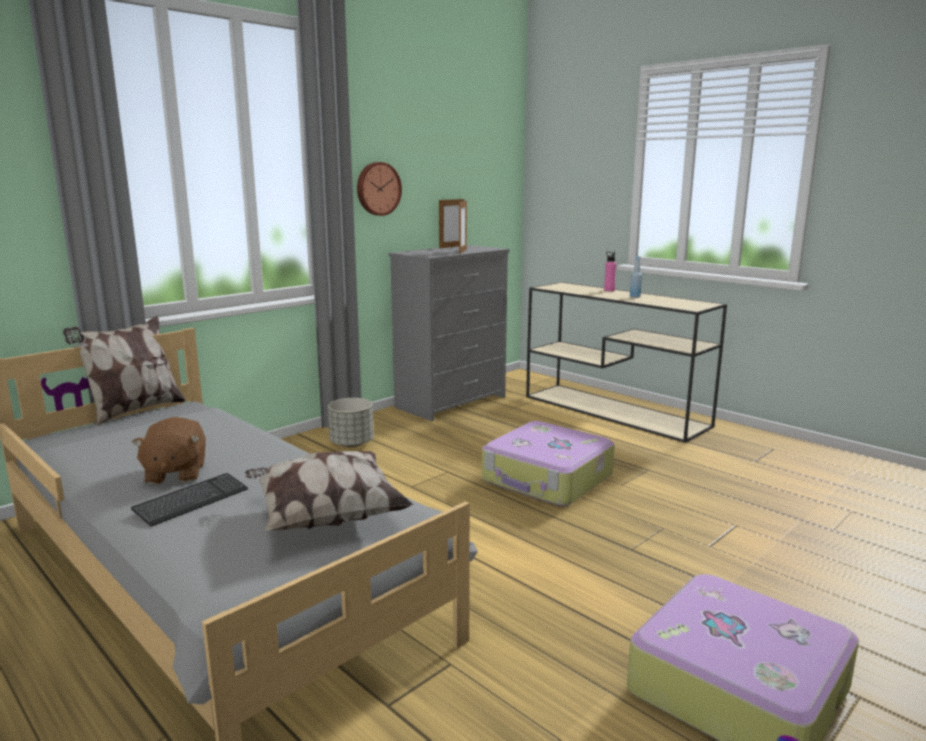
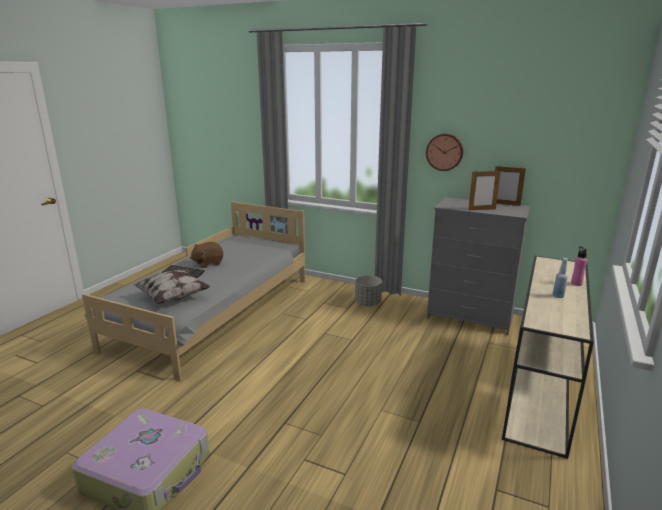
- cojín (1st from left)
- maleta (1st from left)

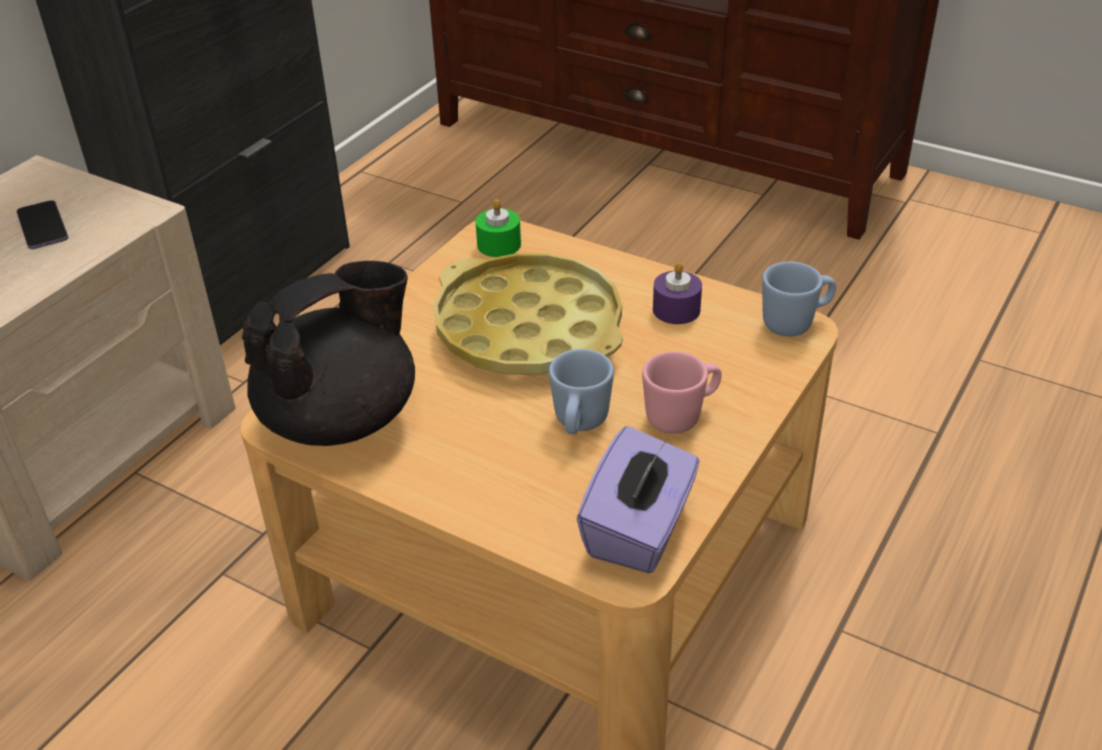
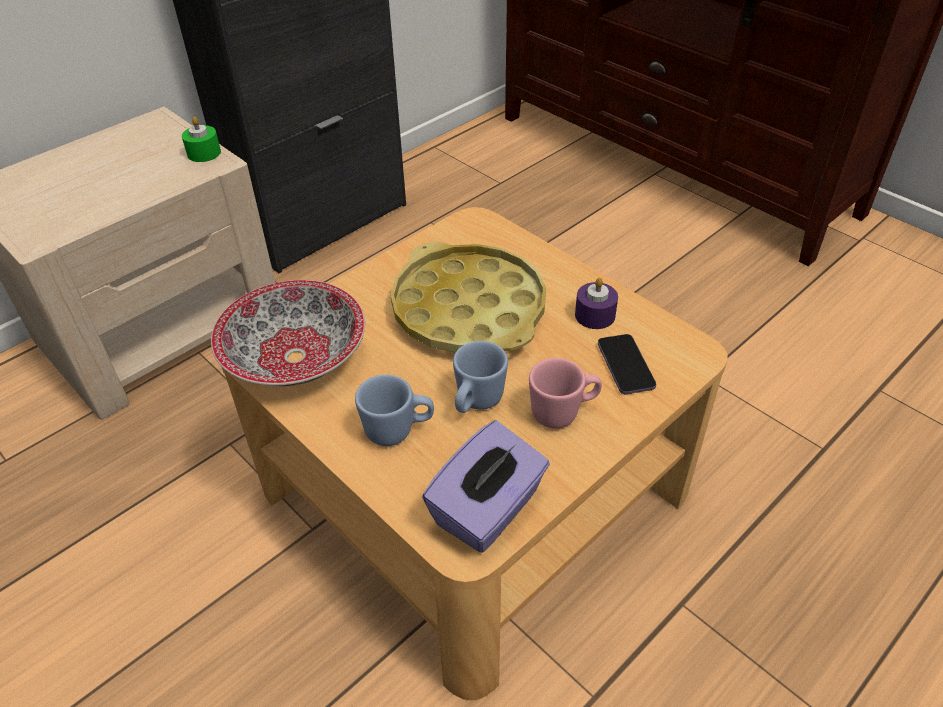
~ móvil
~ vela [verde]
~ taza grande [azul] (2nd from left in the first image) to taza grande [azul] (1st from left)
~ tetera [negro] to cuenco

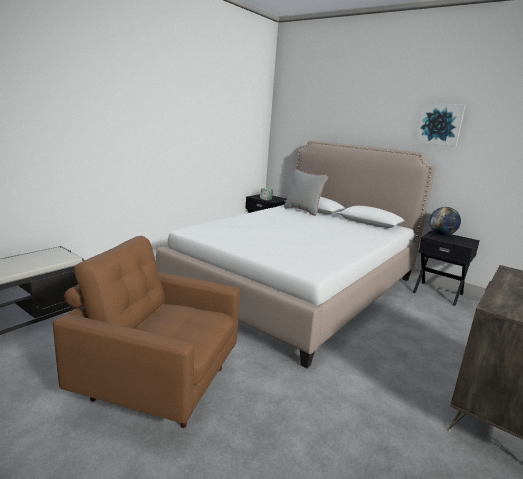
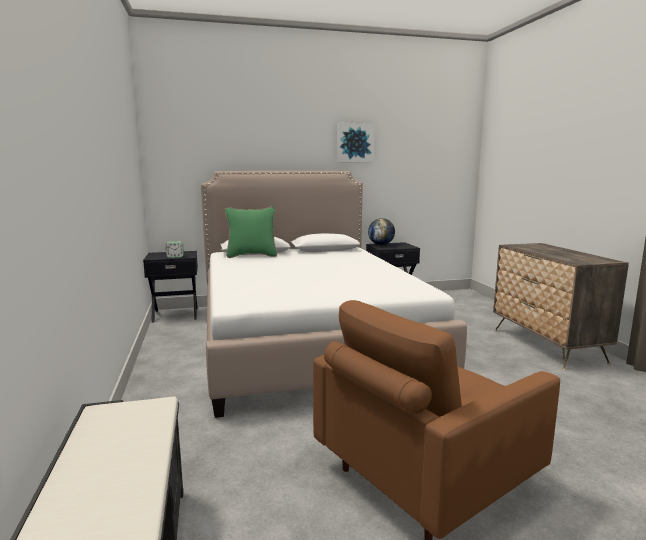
~ cojín [gris] to cojín [verde]

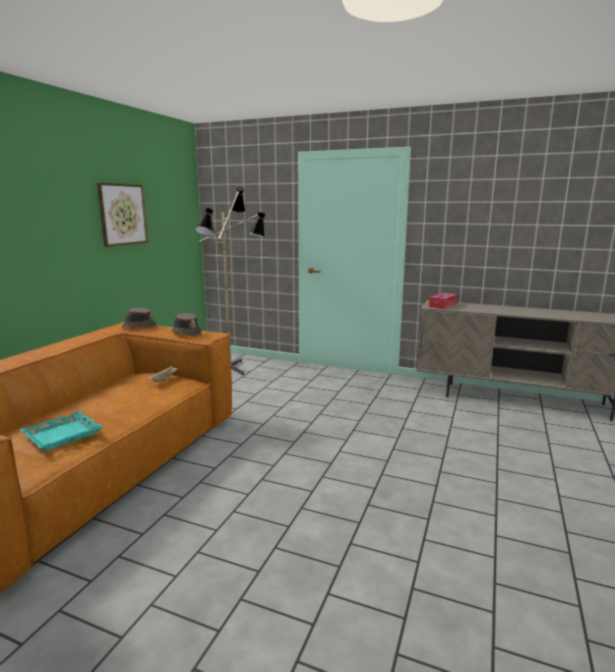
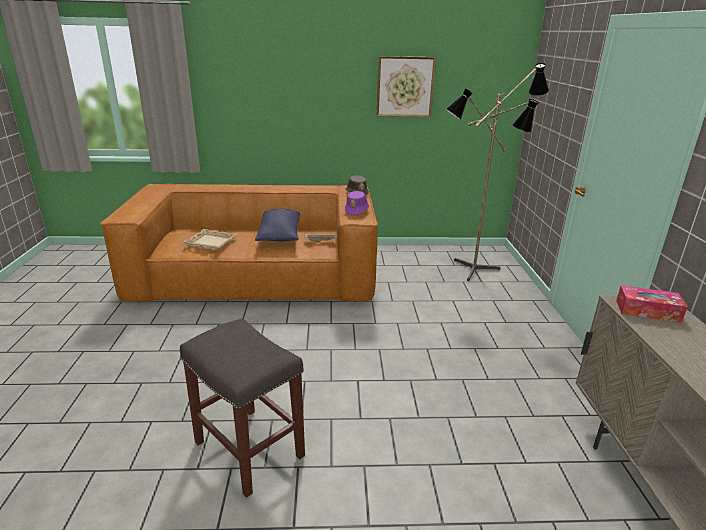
+ taburete [gris]
+ cojín [azul]
~ bandeja [turquesa] to bandeja [beis] (1st from left)
~ sombrero [marrón] (2nd from left) to sombrero [morado]

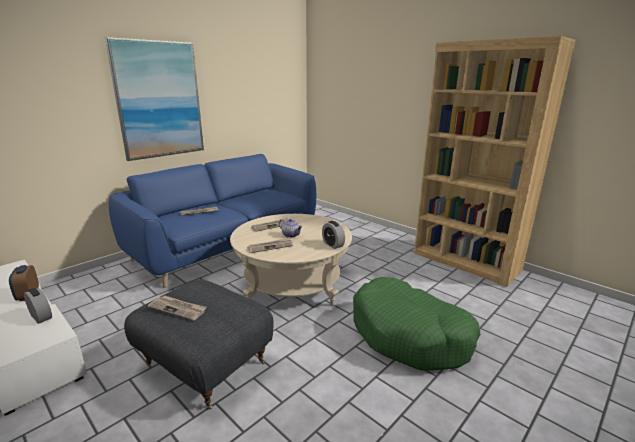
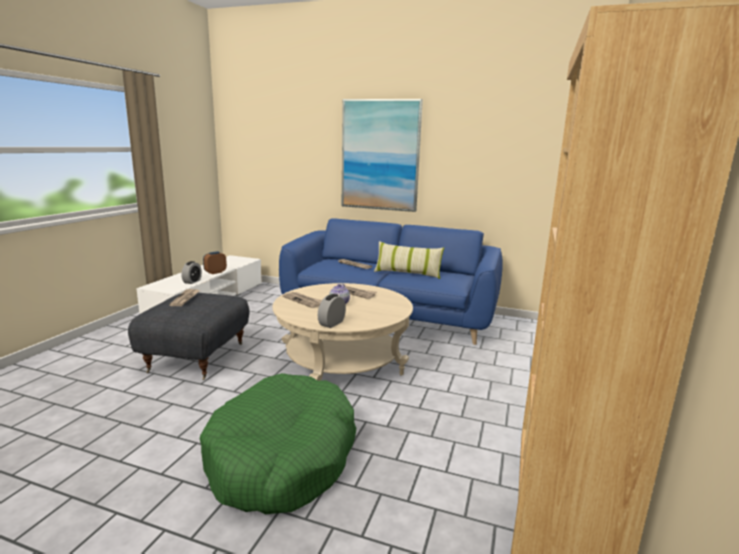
+ cojín

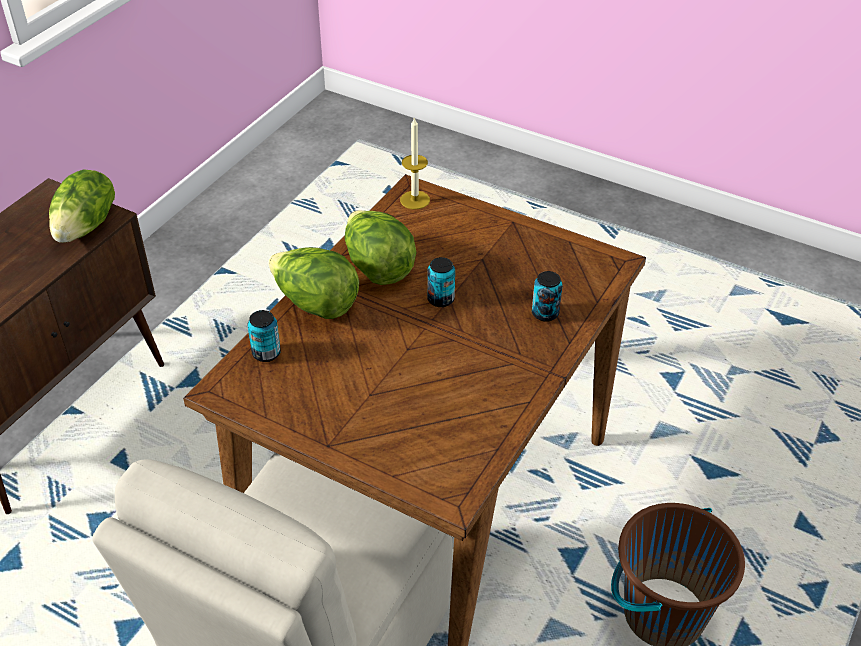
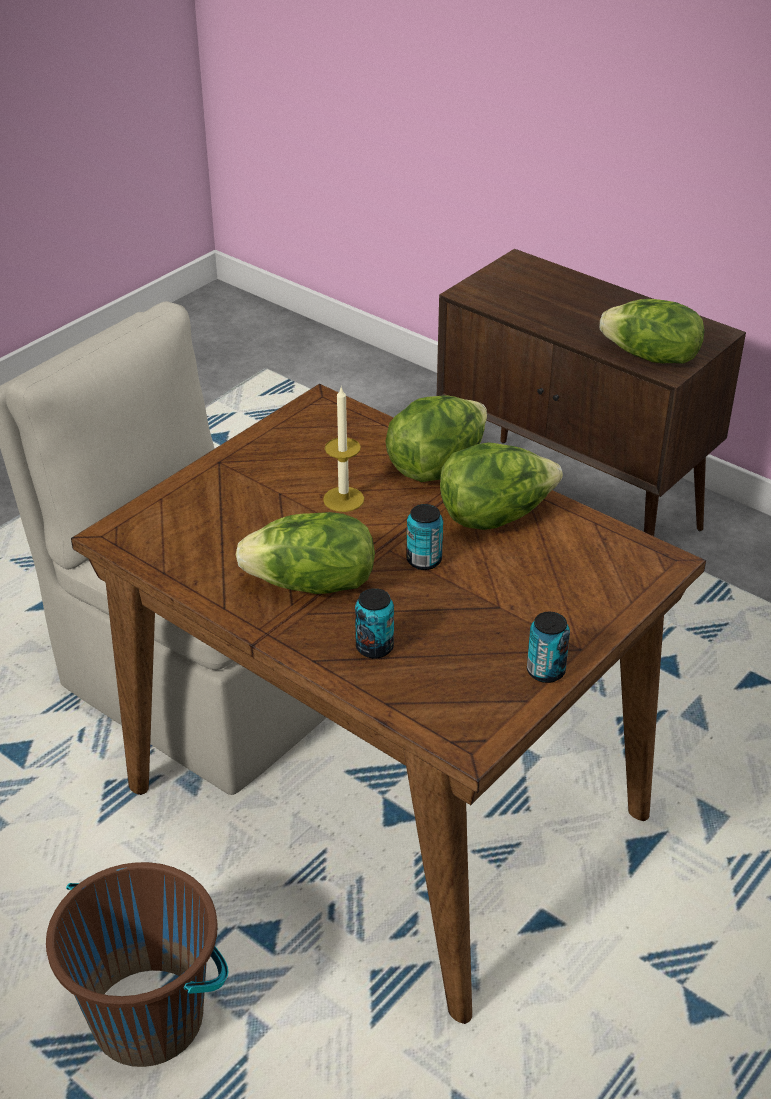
+ lechuga (1st from left)
~ lata (1st from left in the first image) to lata (3rd from left)
~ vela

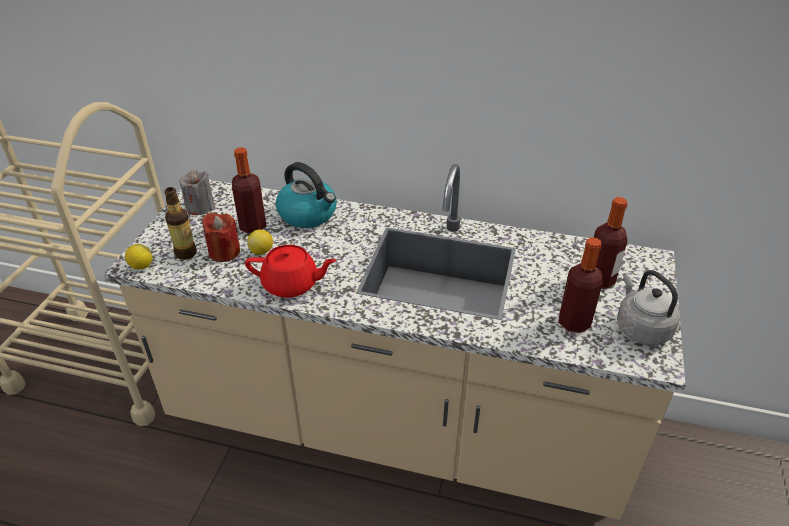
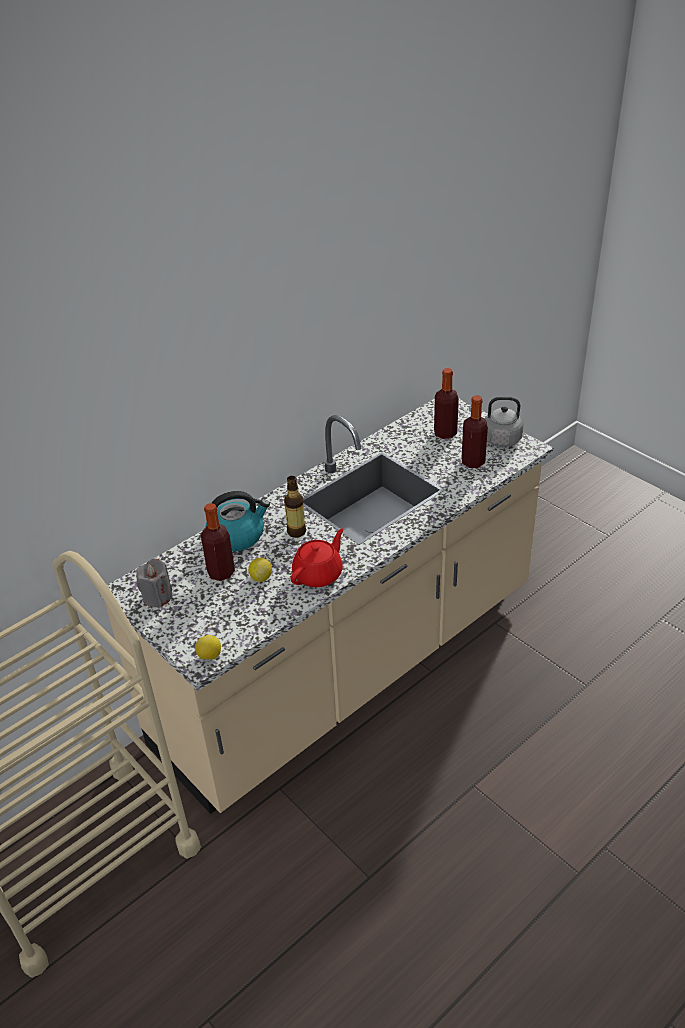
- vela [rojo]
~ botella (1st from left in the first image) to botella (2nd from left)

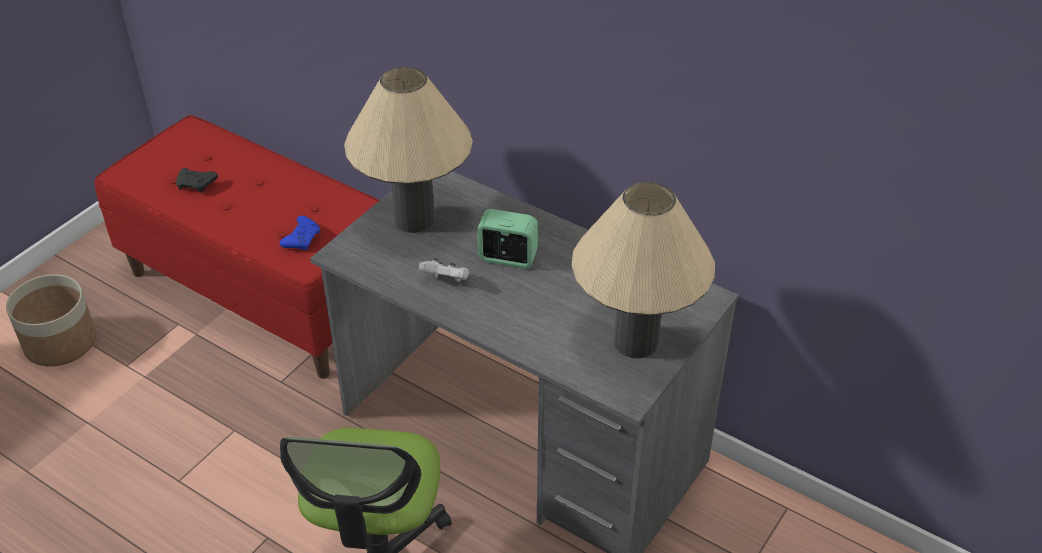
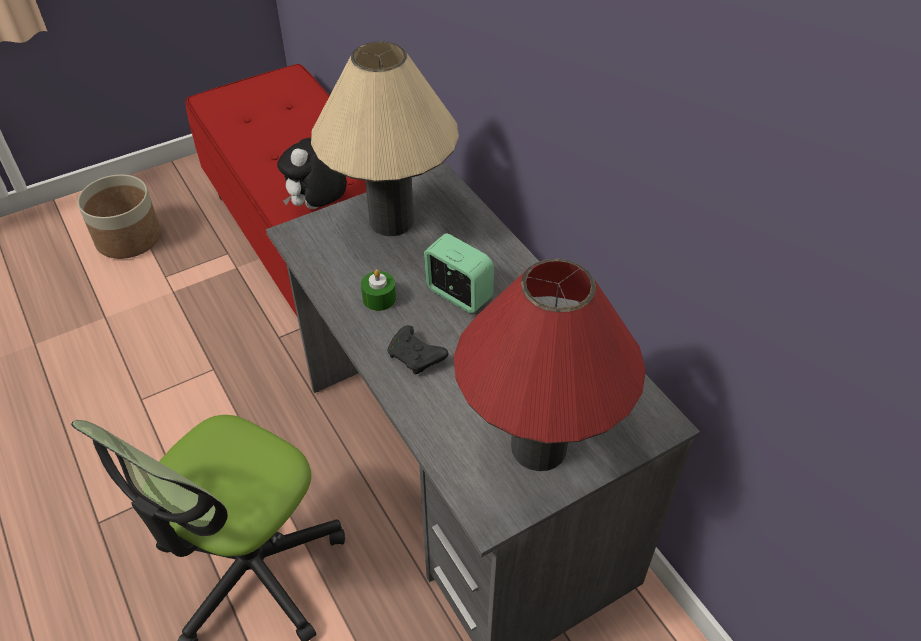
~ mando de consola [negro]
~ mando de consola [azul] to peluche
~ mando de consola [blanco] to vela [verde]
~ lámpara de mesa [beis] (2nd from left) to lámpara de mesa [rojo]

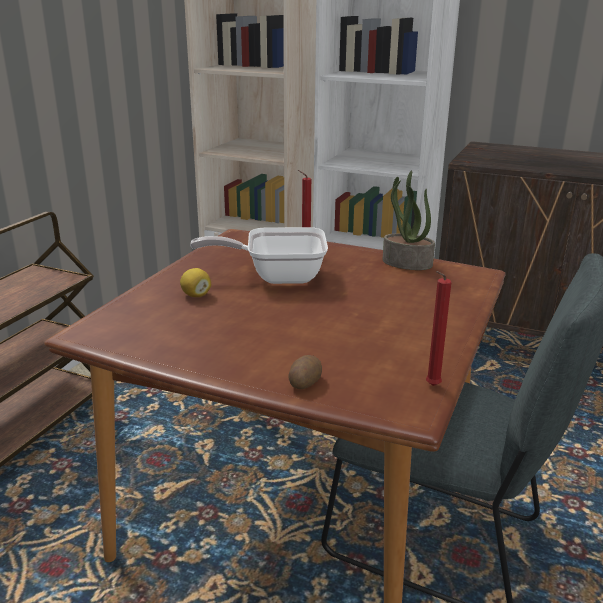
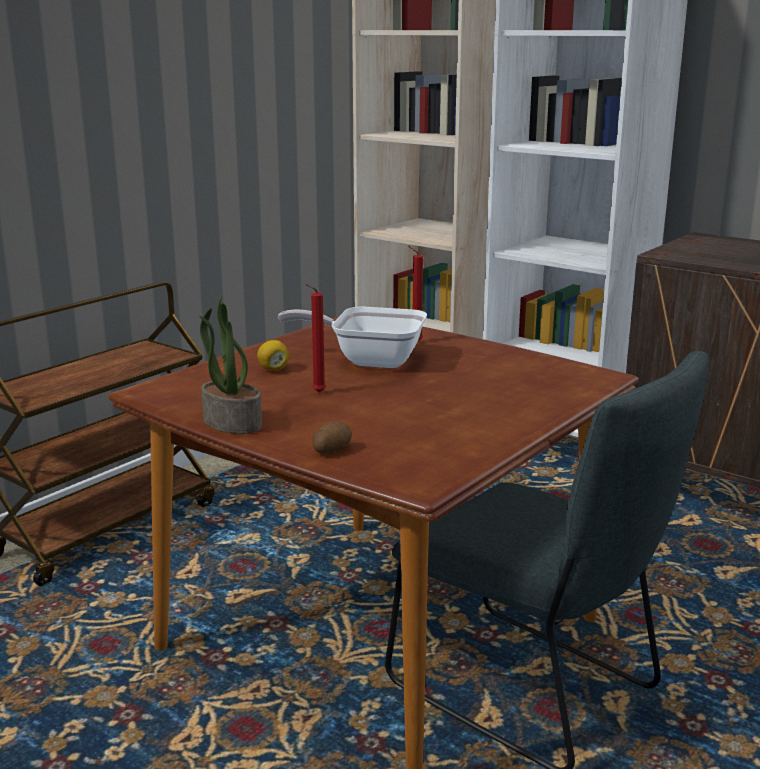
~ planta en maceta
~ vela [rojo] (2nd from left in the first image) to vela [rojo] (1st from left)

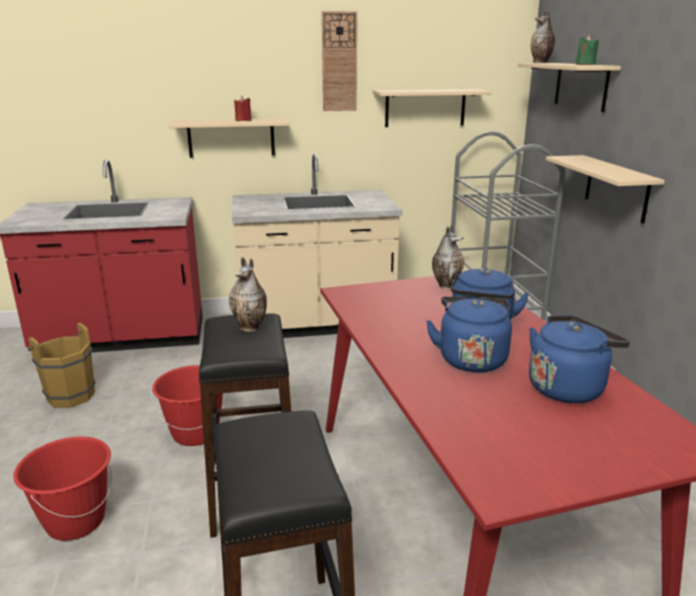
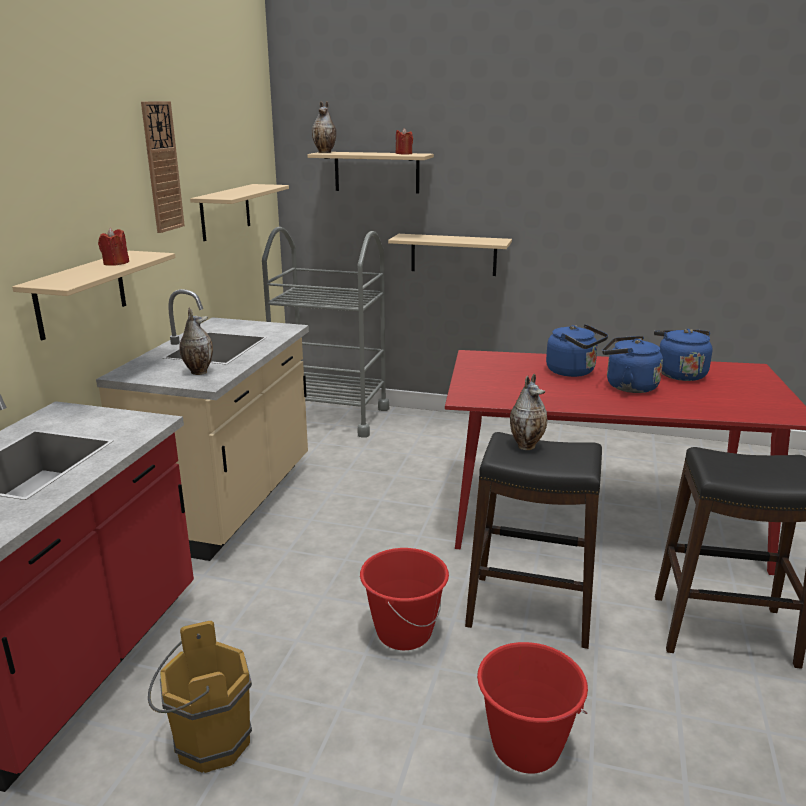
~ florero (2nd from left in the first image) to florero (1st from left)
~ vela [verde] to vela [rojo] (2nd from left)

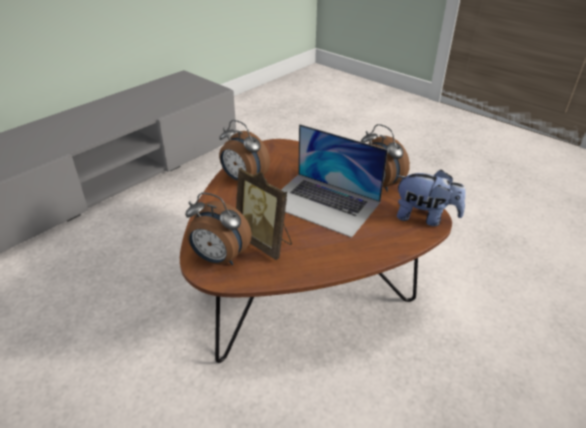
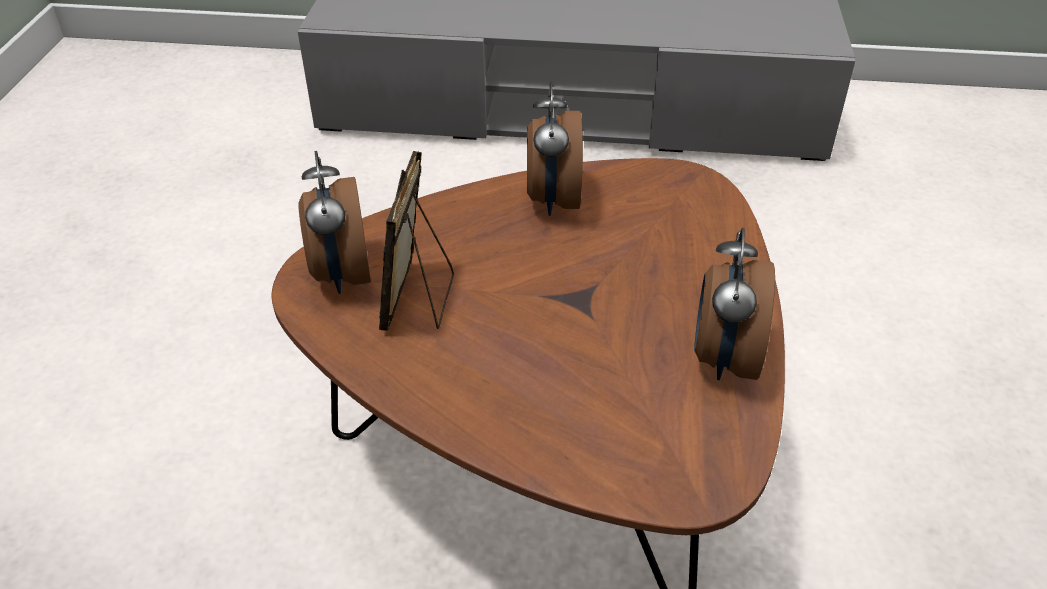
- portátil
- peluche

